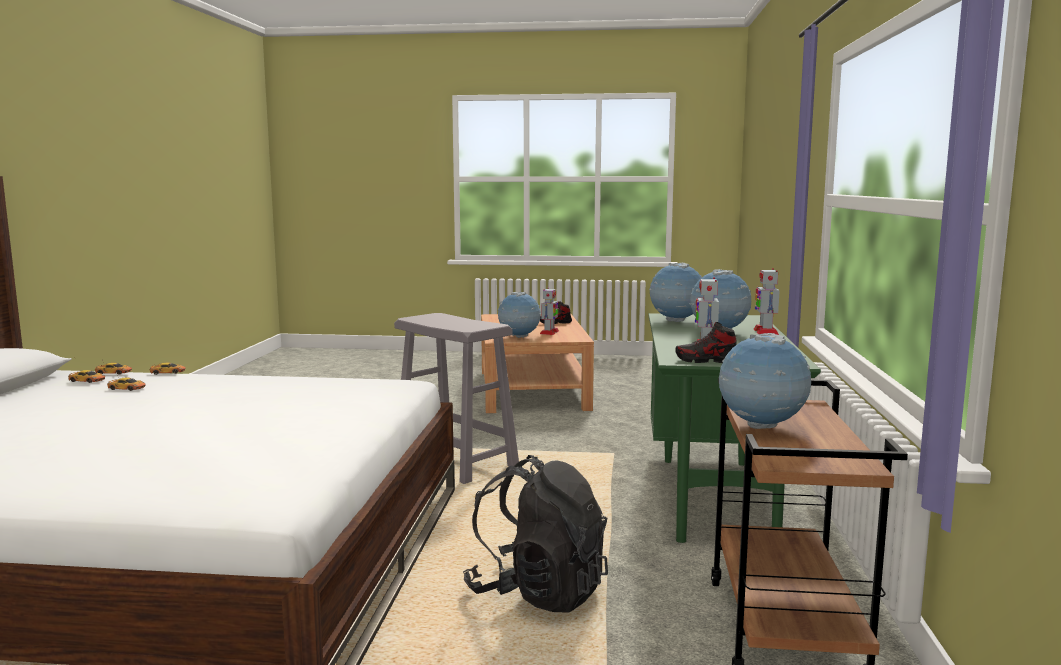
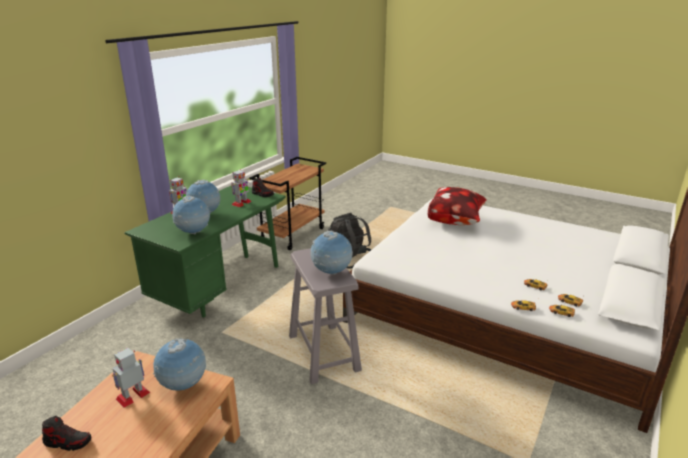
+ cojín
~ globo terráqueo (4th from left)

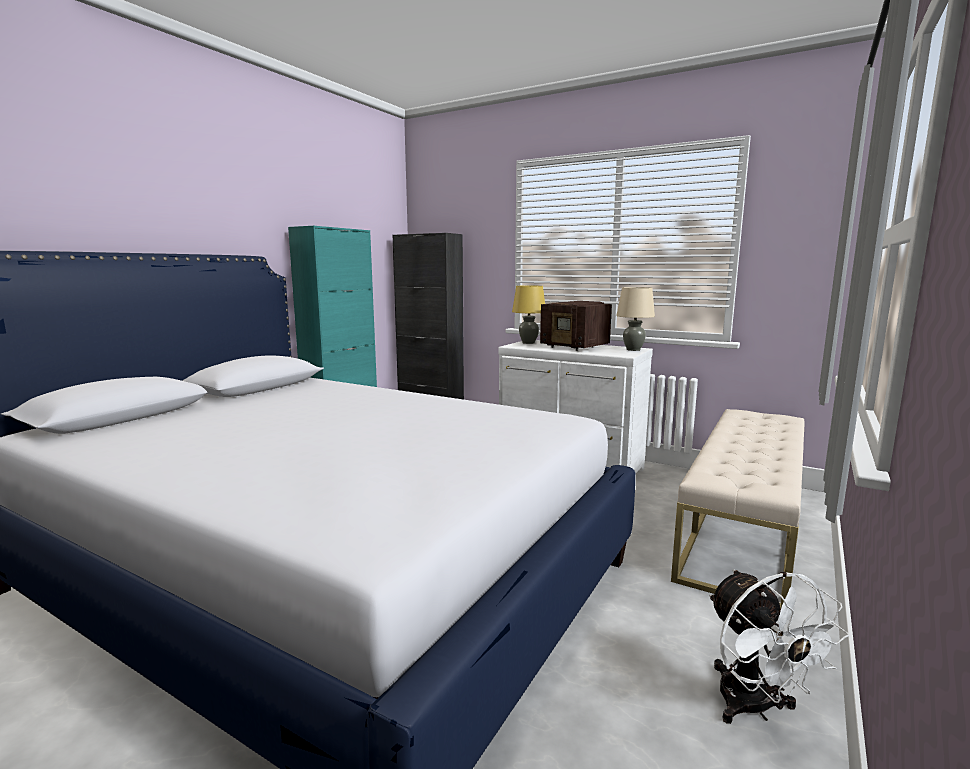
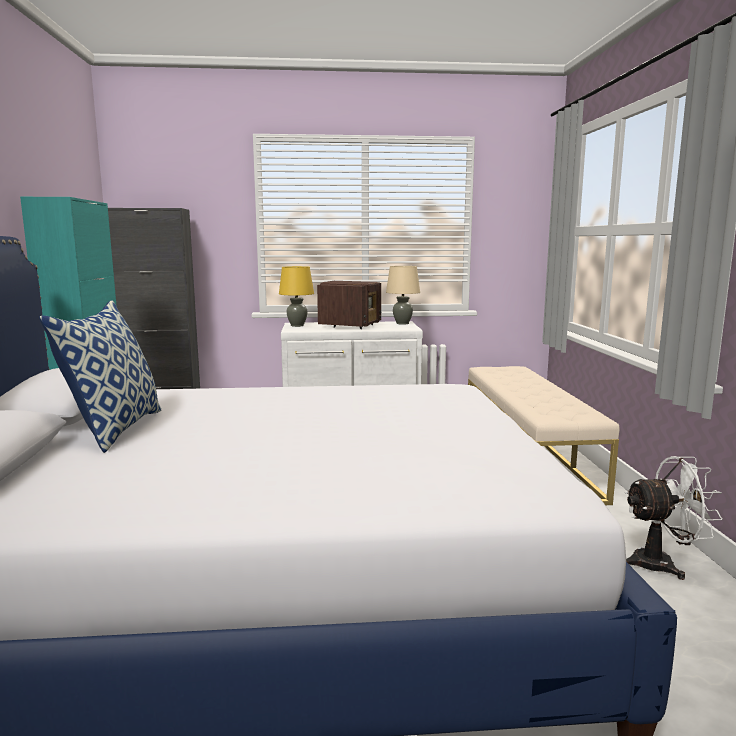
+ cojín
~ radio 75 degrees counterclockwise
~ ventilador [blanco] 45 degrees counterclockwise

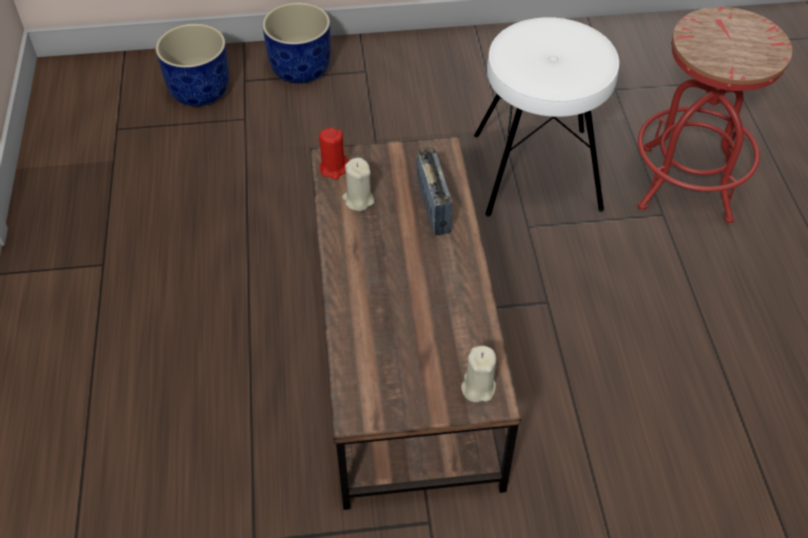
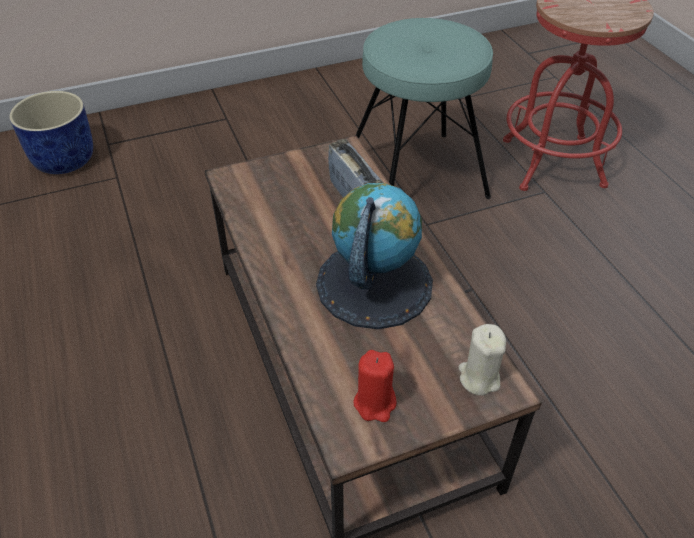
- maceta [azul] (2nd from left)
- vela [beis] (1st from left)
+ globo terráqueo
~ vela [rojo]
~ taburete [blanco] to taburete [turquesa]

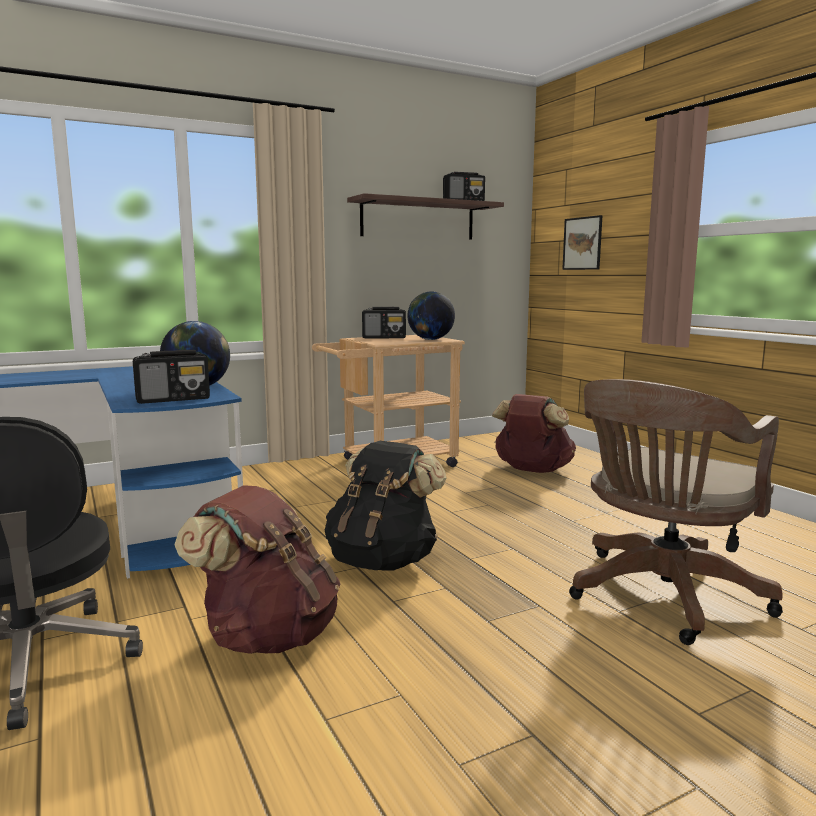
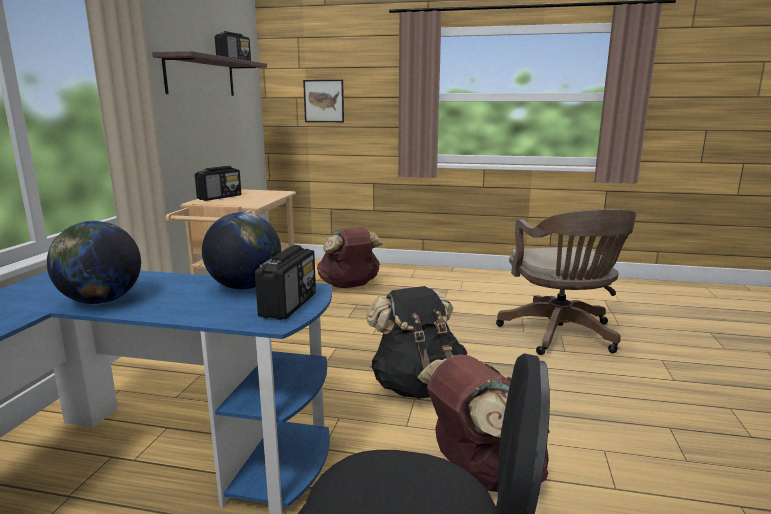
~ globo terráqueo (2nd from left in the first image) to globo terráqueo (1st from left)

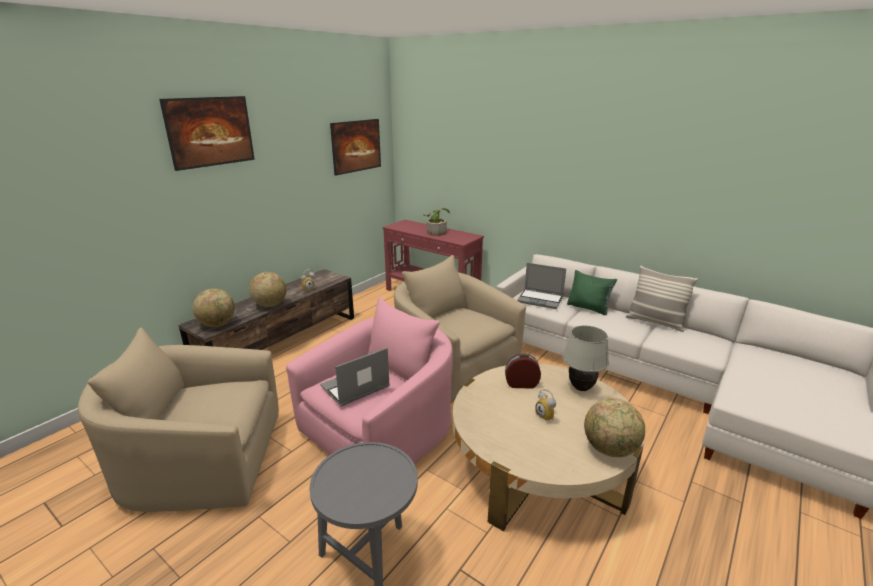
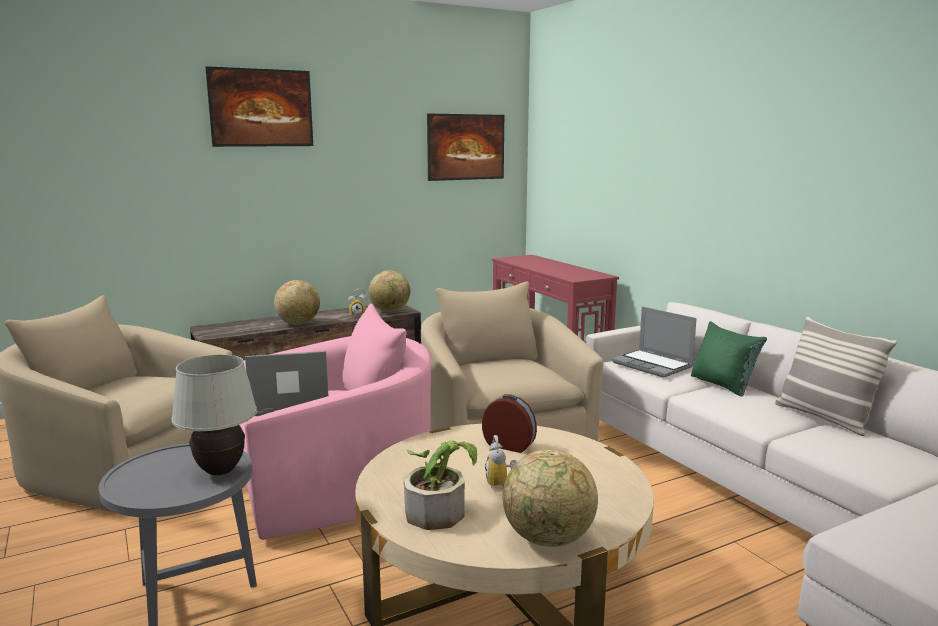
~ globo terráqueo (1st from left in the first image) to globo terráqueo (2nd from left)
~ planta en maceta
~ lámpara de mesa [blanco]

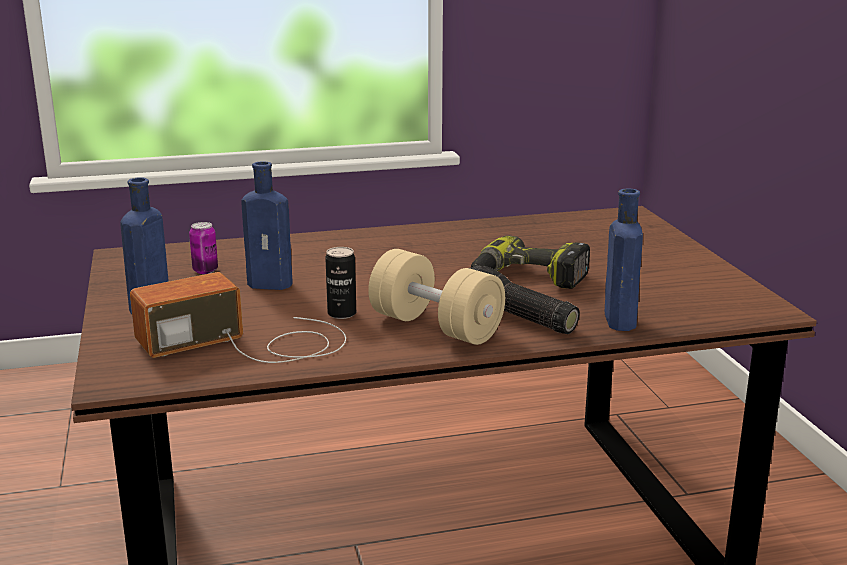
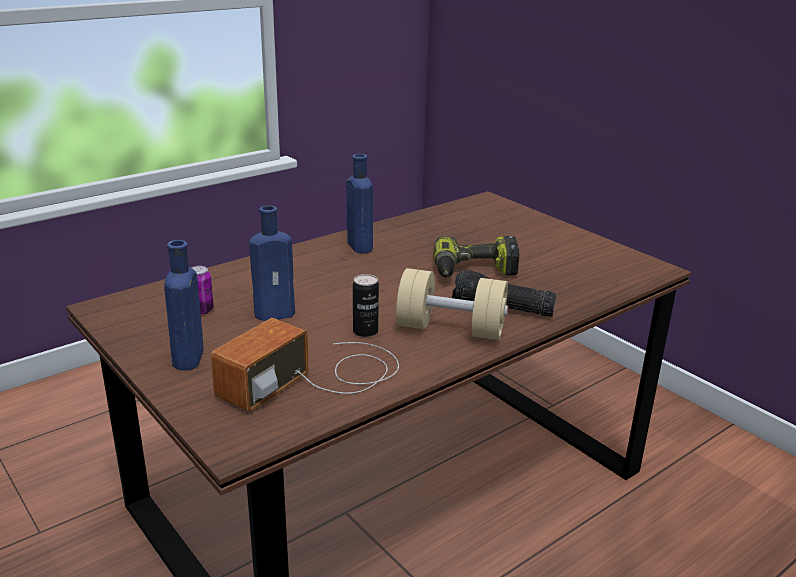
~ botella [azul] (3rd from left)

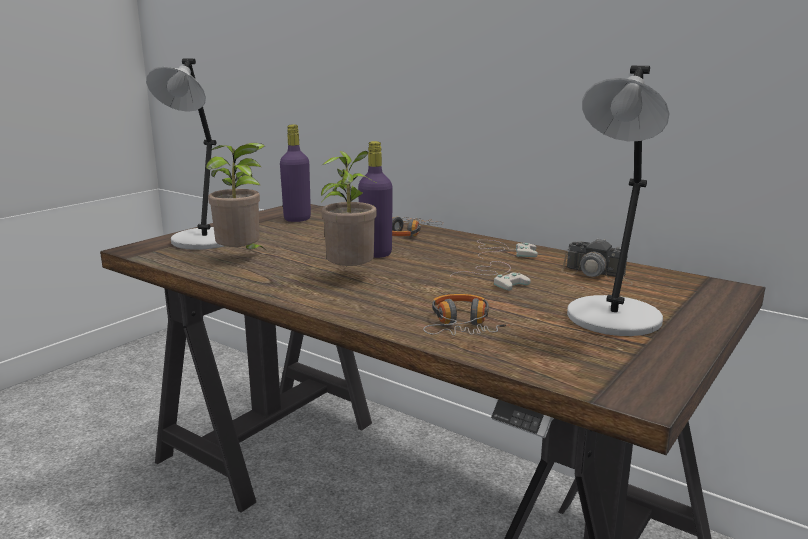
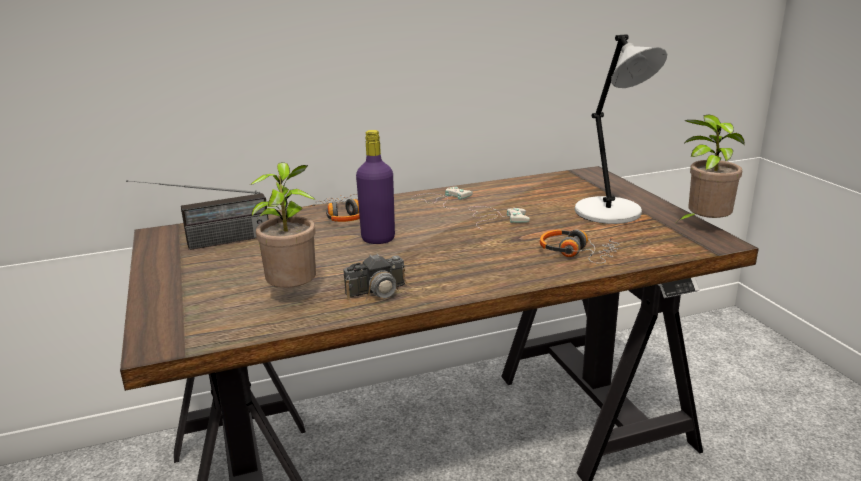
- lámpara de mesa [gris] (1st from left)
~ planta en maceta (2nd from left)
~ cámara
~ botella [morado] (1st from left) to radio

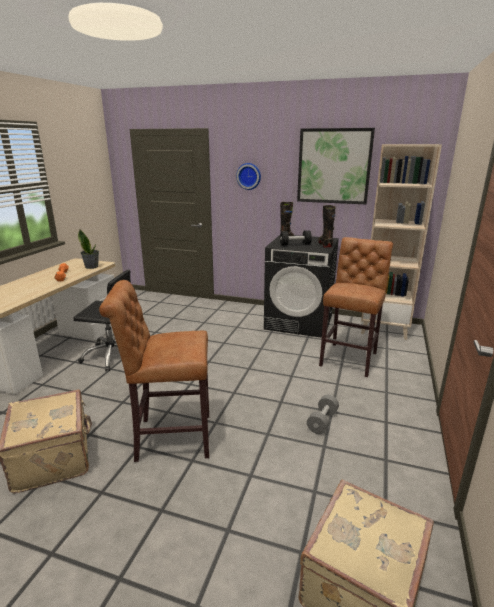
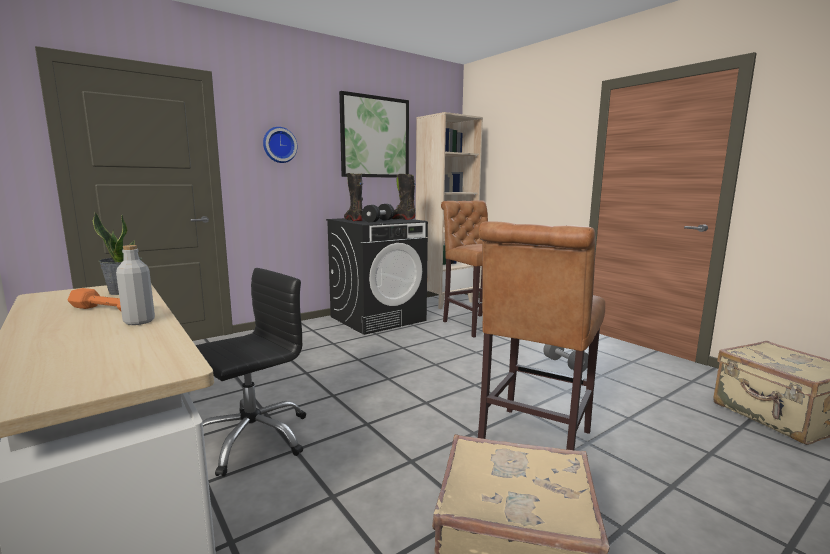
+ botella [gris]

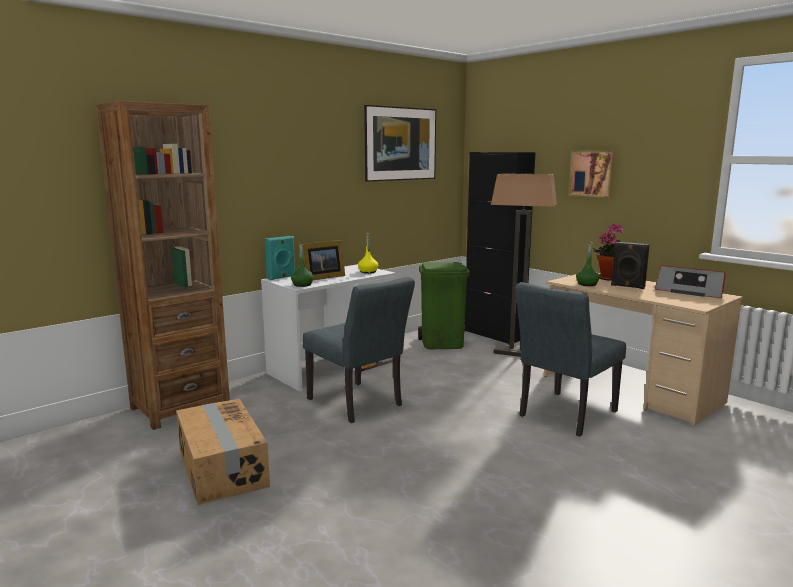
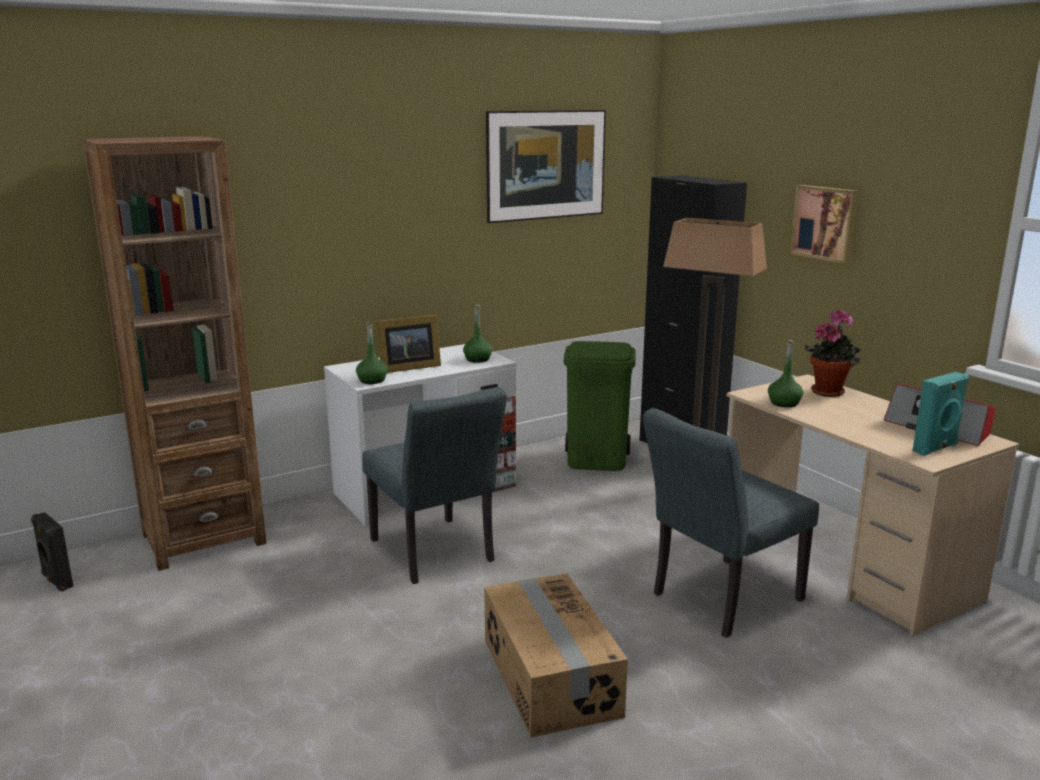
~ caja de cartón
~ altavoz [turquesa]
~ altavoz [negro]
~ botella [amarillo] to botella [verde] (2nd from left)

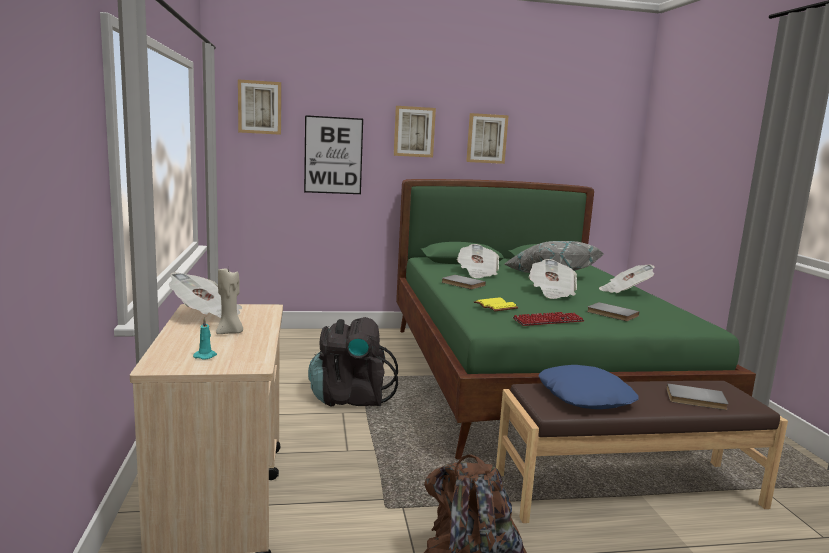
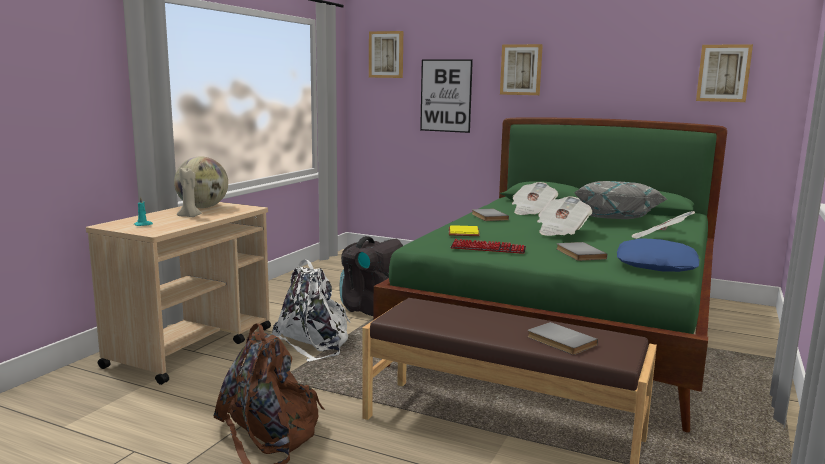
+ mochila [blanco]
~ cuadro (4th from left)
~ cojín [azul]
~ periódico (1st from left) to globo terráqueo

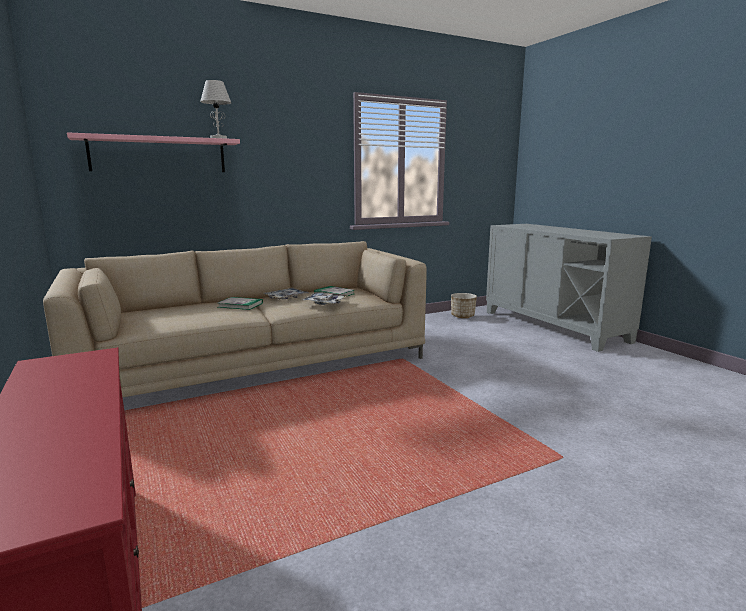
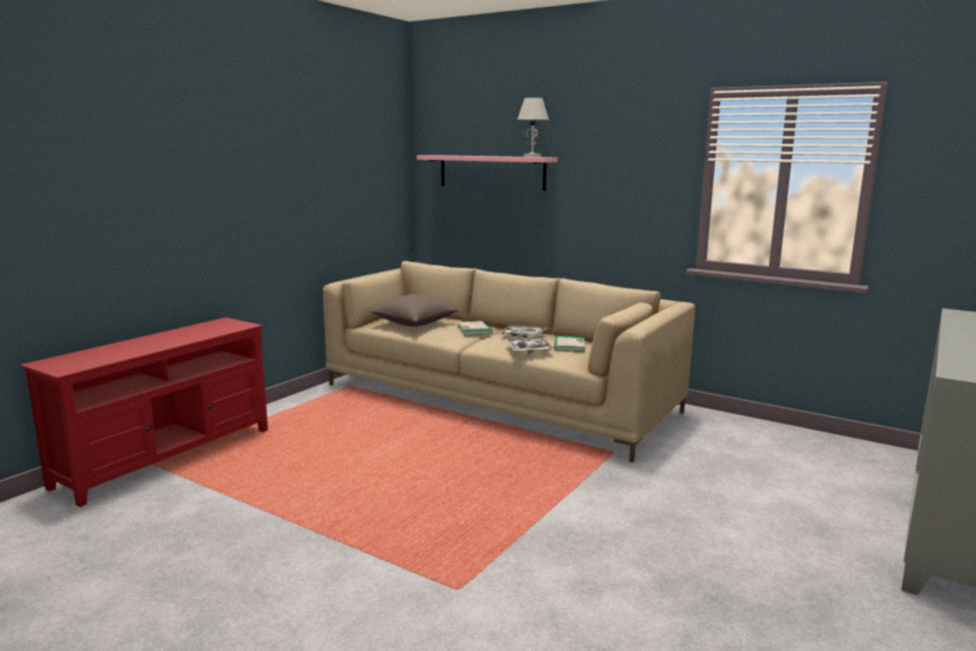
- maceta
+ cojín [gris]

